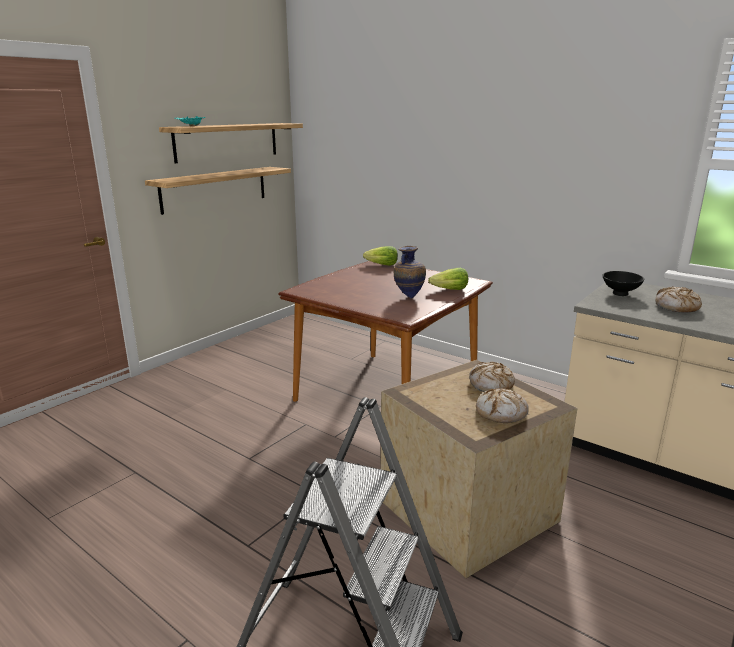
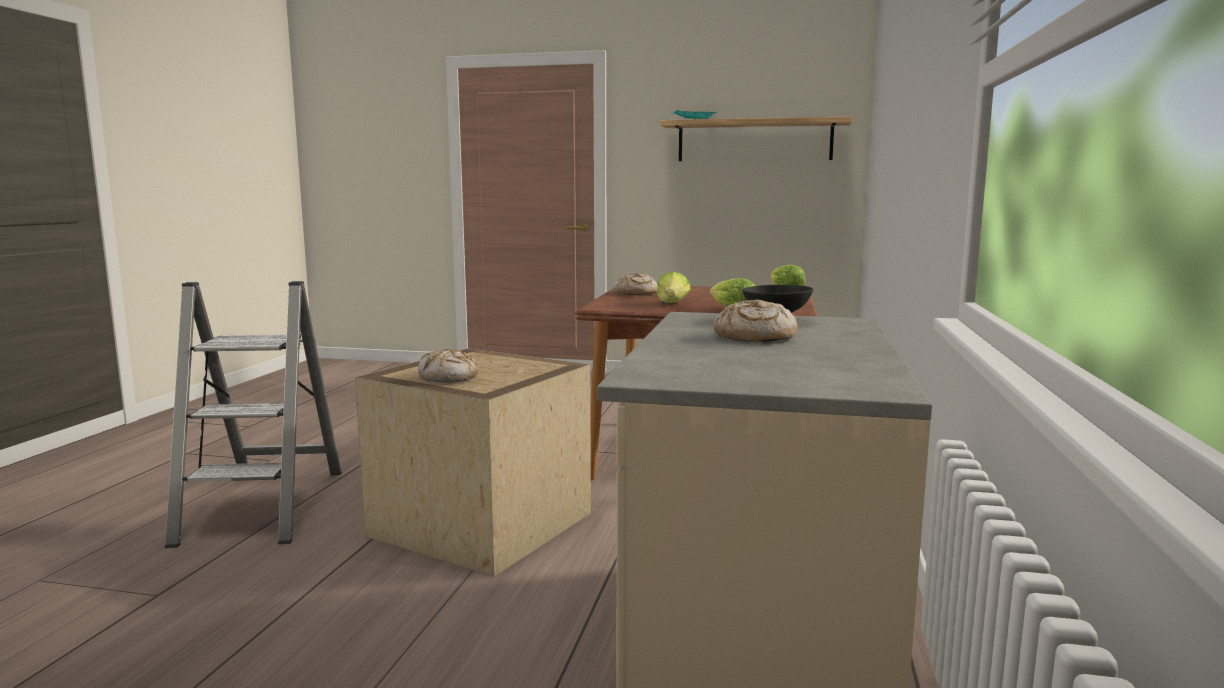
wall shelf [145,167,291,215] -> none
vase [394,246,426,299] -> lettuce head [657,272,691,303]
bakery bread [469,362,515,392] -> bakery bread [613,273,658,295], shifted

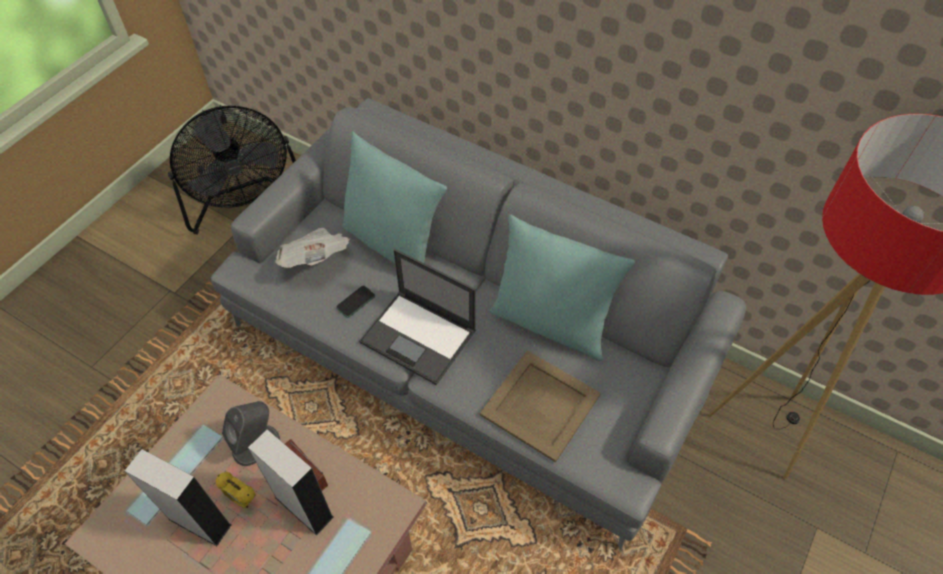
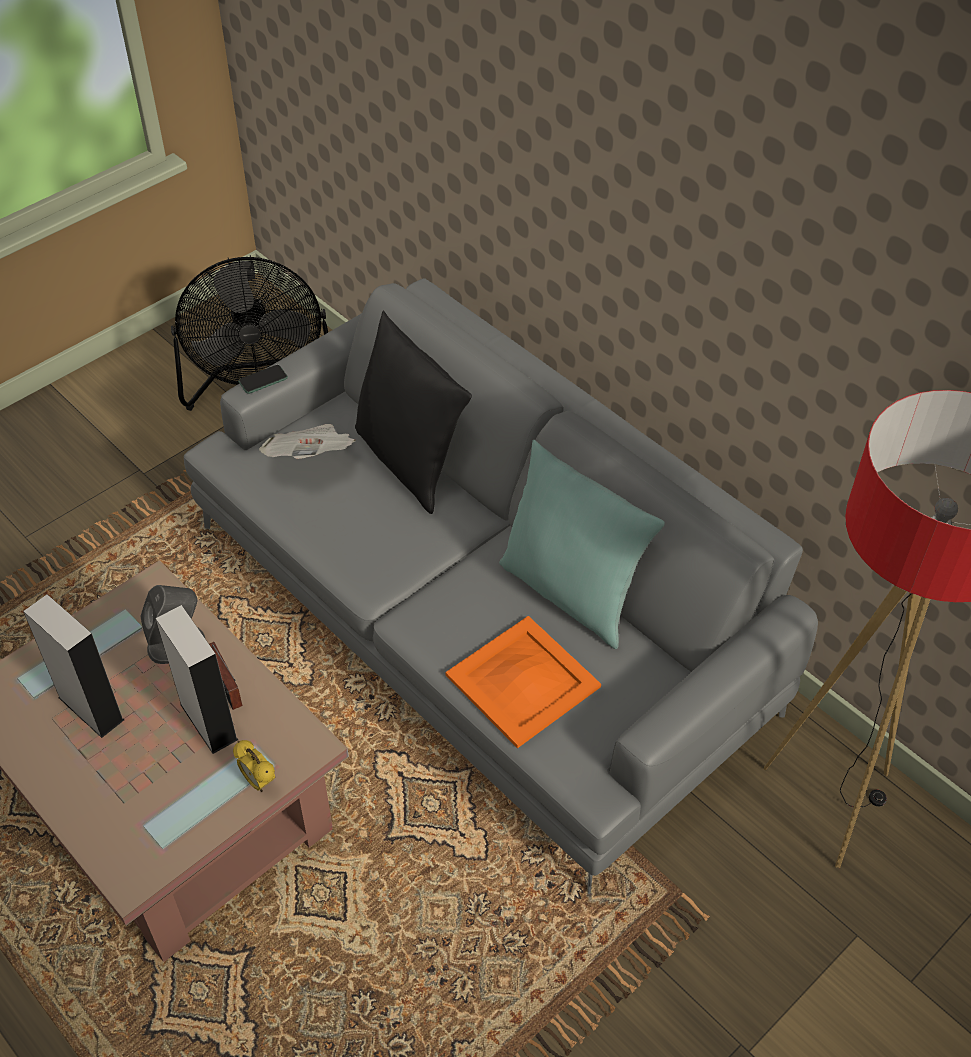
alarm clock [216,472,256,509] -> alarm clock [233,740,275,792], shifted
phone [336,285,375,318] -> phone [238,365,288,394], shifted
throw pillow/blue-green [342,131,447,264] -> throw pillow/black-coloured [355,311,472,514]
laptop [359,249,476,385] -> none
serving tray/beige [480,350,601,463] -> serving tray/orangey [445,616,601,748]

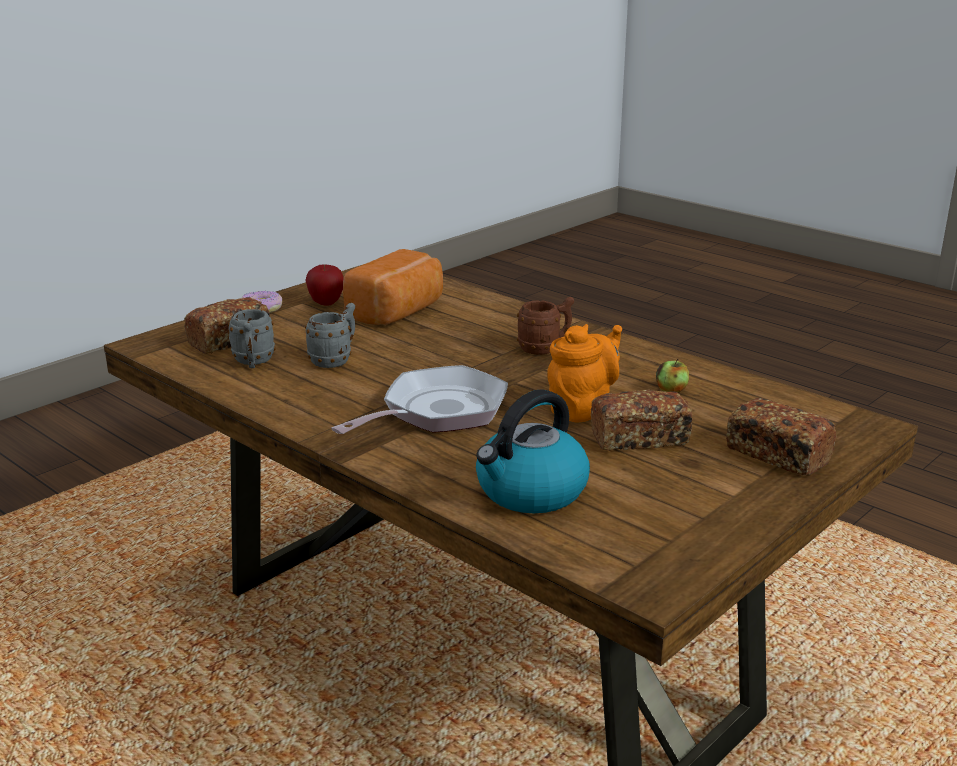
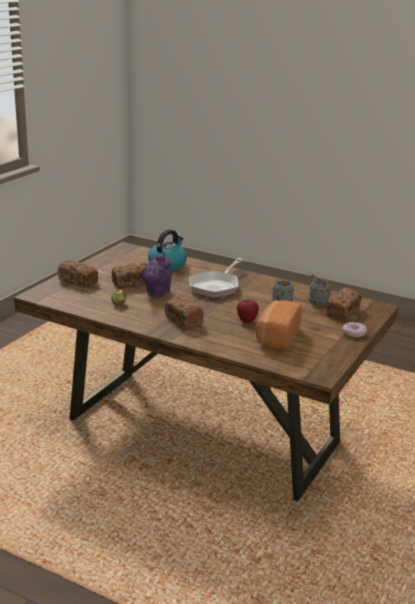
apple fruit [306,264,344,306] -> apple fruit [237,299,259,323], shifted
tea mug/brownish [517,297,574,355] -> bakery bread [165,296,204,329]
pot for tea/orangey [547,324,622,422] -> pot for tea/purple [142,253,172,297]

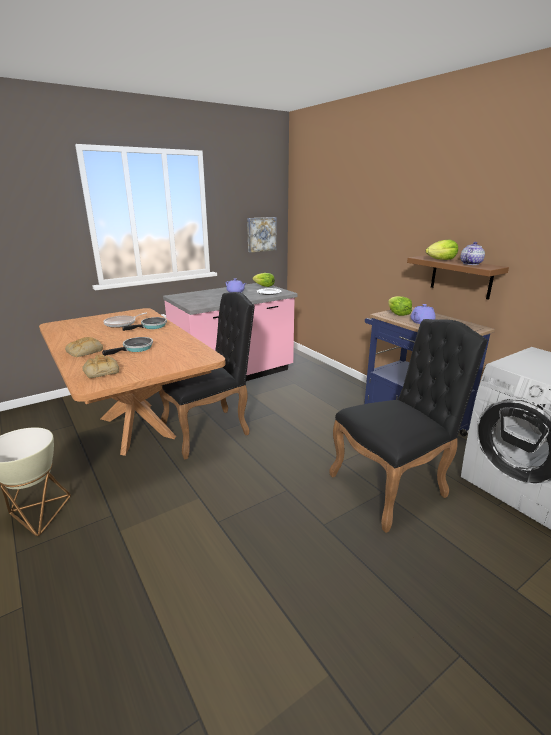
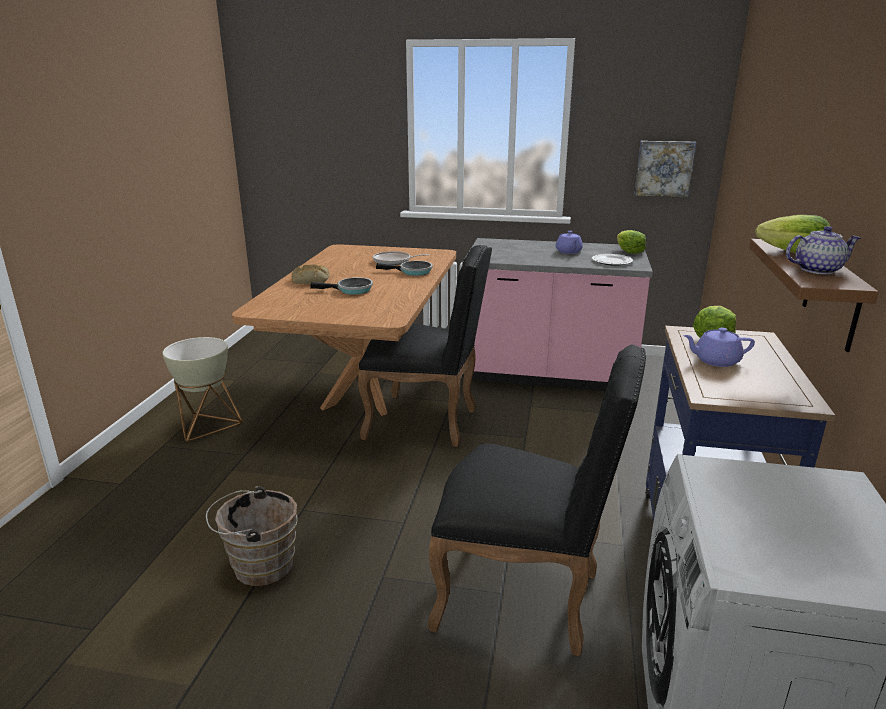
bakery bread [82,355,119,378] -> none
none -> bucket/brownish [206,486,298,586]

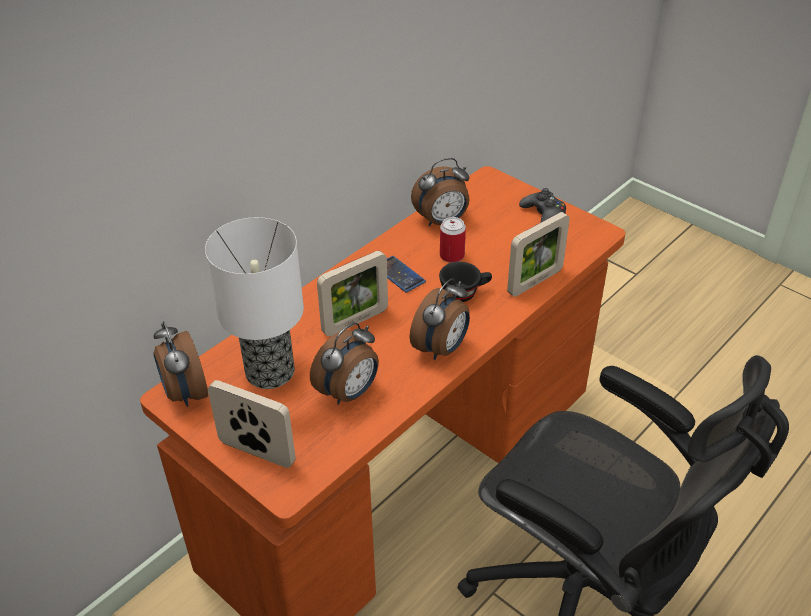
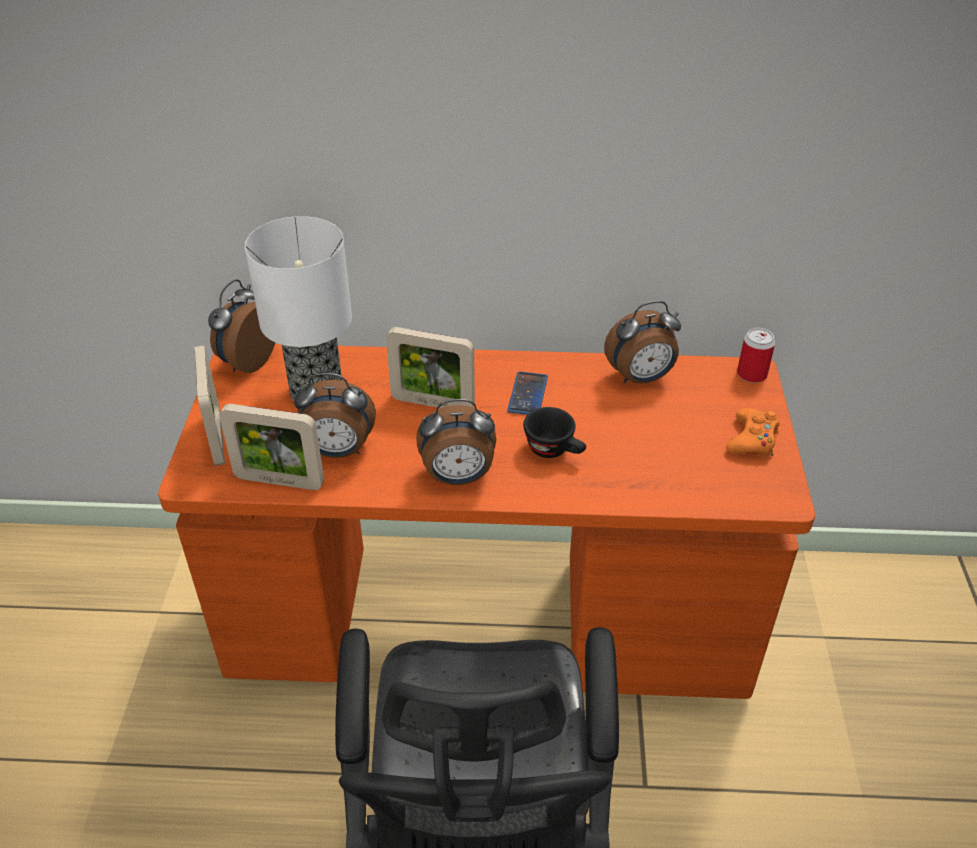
alarm clock [411,158,469,226] -> alarm clock [604,301,681,384], 45 degrees counterclockwise
sealed can [440,217,466,263] -> sealed can [737,328,775,383], shifted
picture frame [507,212,570,297] -> picture frame [219,404,324,490], shifted
joypad/black-coloured [519,188,566,222] -> joypad/orangey [726,408,780,457]

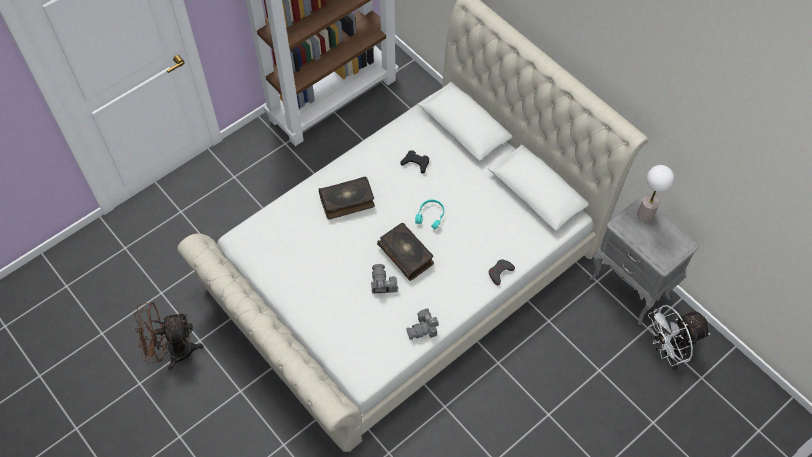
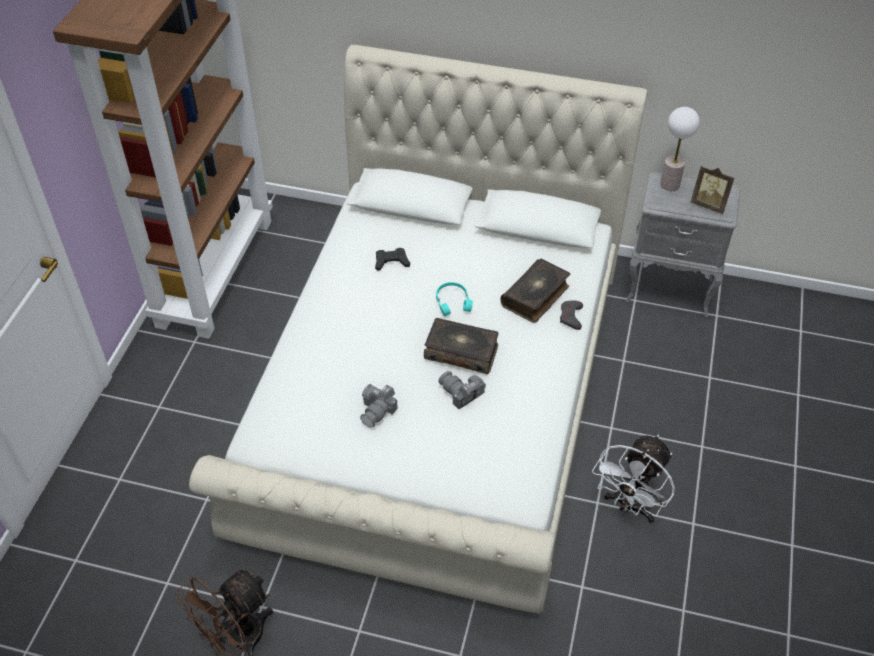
volume [319,176,375,220] -> volume [500,259,570,323], shifted
still camera [407,309,439,340] -> still camera [360,384,398,428], shifted
fan/white [648,305,710,371] -> fan/white [592,435,675,523], shifted
none -> picture frame [691,165,735,214]

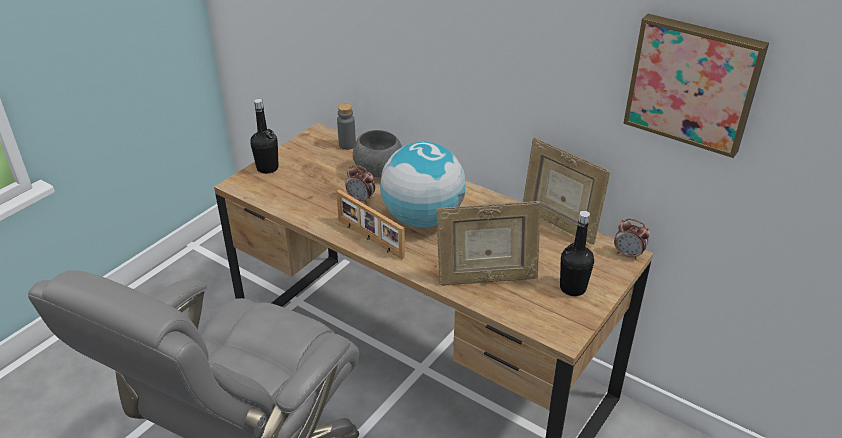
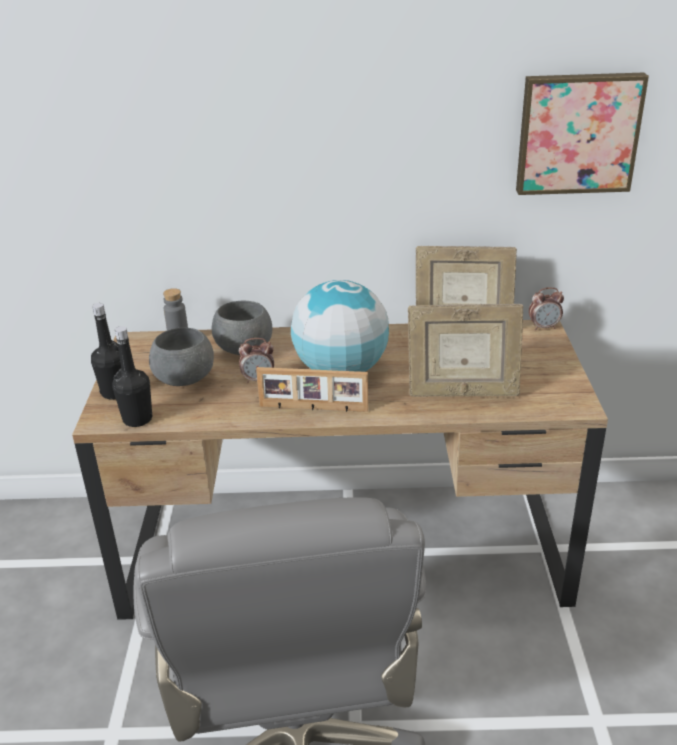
picture frame [436,201,541,286] -> picture frame [408,304,523,397], 45 degrees clockwise
bottle/black-coloured [560,211,594,296] -> bottle/black-coloured [112,326,152,427], shifted
none -> deep dish/gray [149,328,214,386]

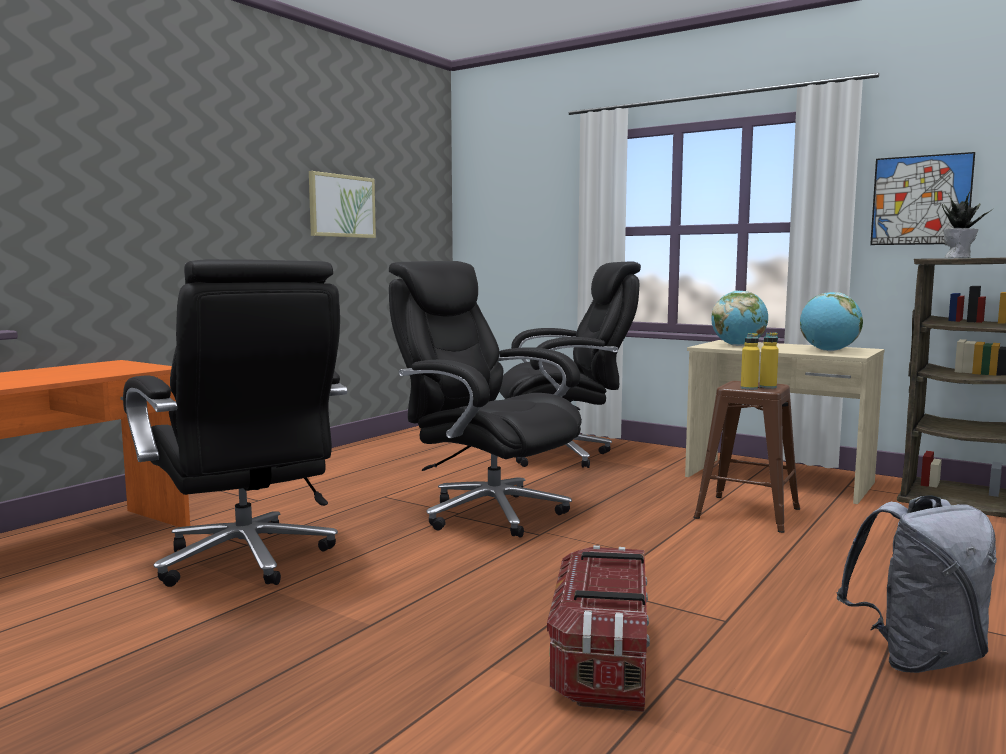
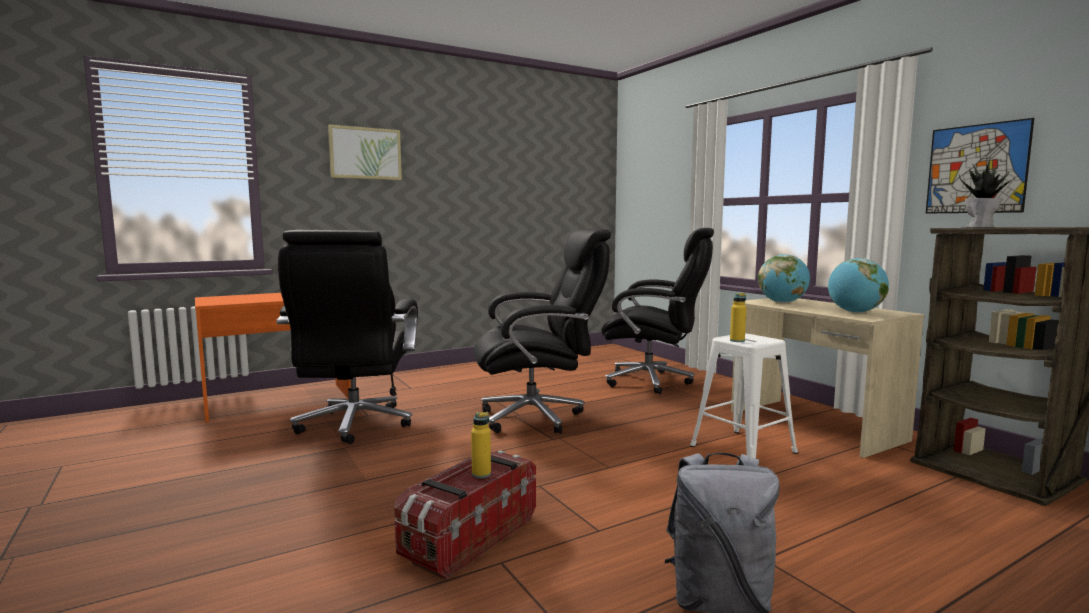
wall picture [309,171,376,238] -> wall picture [328,125,402,180], shifted
computer chair/black-coloured [389,261,582,538] -> computer chair/black-coloured [474,229,611,434], 105 degrees clockwise
stool seat/brownish [693,381,800,533] -> stool seat/white [690,333,798,459]
bottle/yellowish [760,332,779,389] -> bottle/yellowish [471,412,491,478], shifted

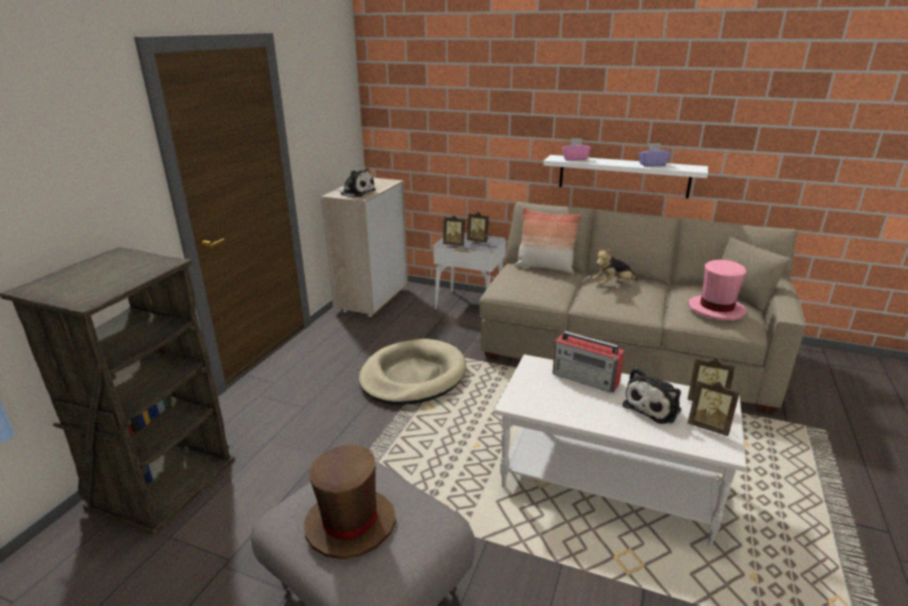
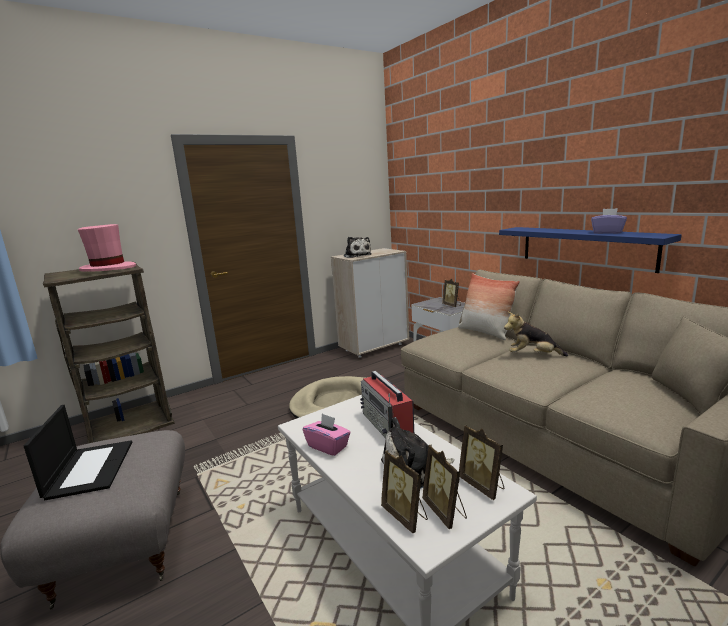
clothing hat/brownish [304,445,396,559] -> laptop [24,405,132,500]
picture frame [443,215,465,246] -> picture frame [381,450,428,533], shifted
wall shelf/white [543,155,708,198] -> wall shelf/blue [499,227,682,273]
tissue box/pink-coloured [562,138,591,161] -> tissue box/pink-coloured [303,413,351,456], shifted
clothing hat/pink-coloured [688,260,746,320] -> clothing hat/pink-coloured [78,224,136,272], shifted

